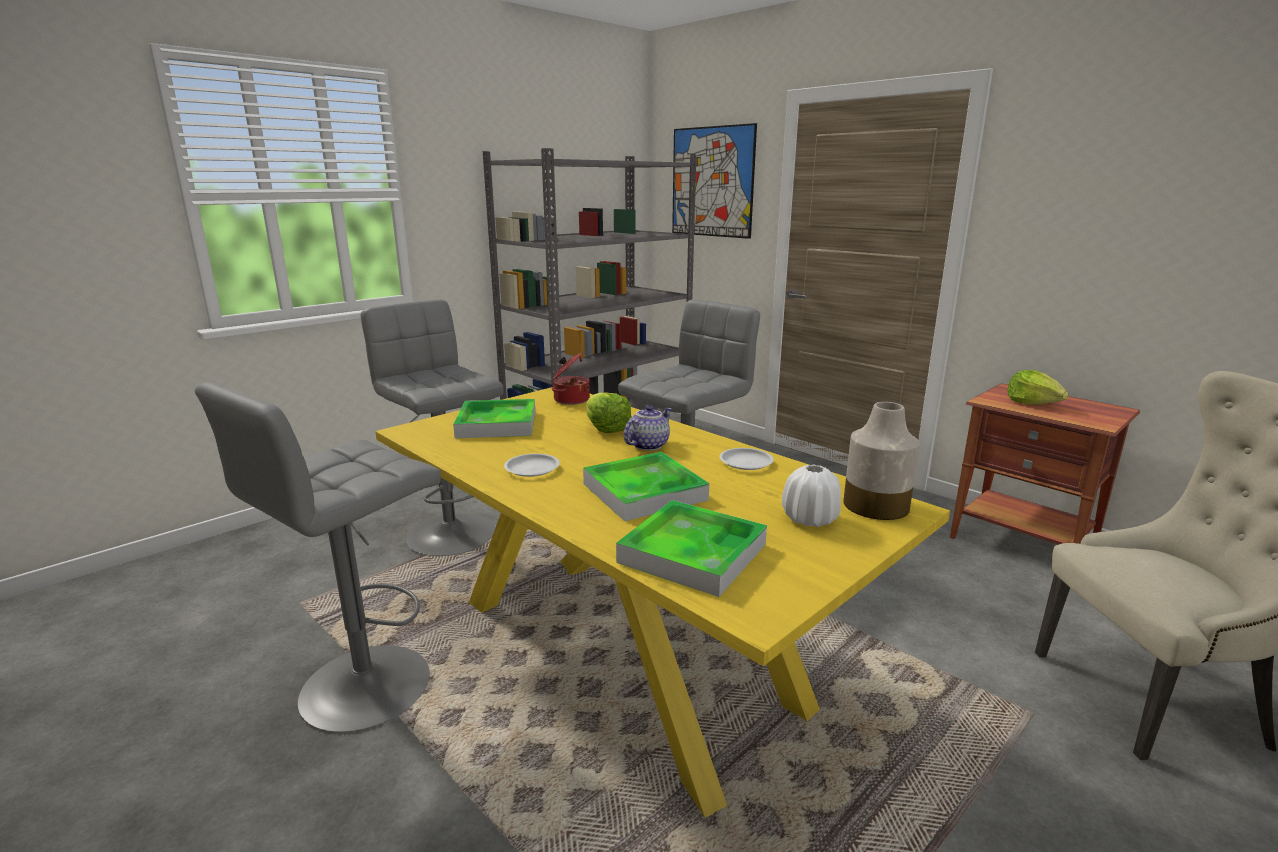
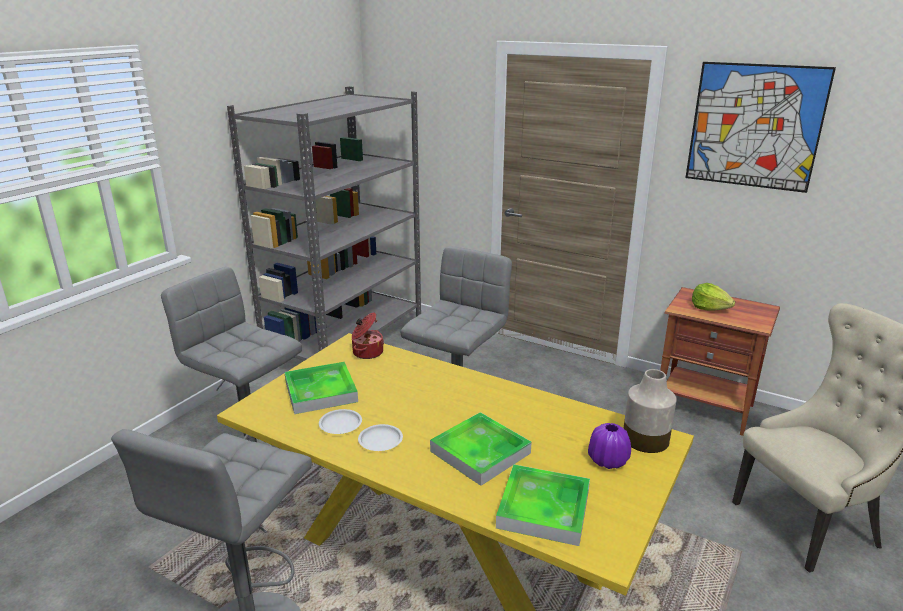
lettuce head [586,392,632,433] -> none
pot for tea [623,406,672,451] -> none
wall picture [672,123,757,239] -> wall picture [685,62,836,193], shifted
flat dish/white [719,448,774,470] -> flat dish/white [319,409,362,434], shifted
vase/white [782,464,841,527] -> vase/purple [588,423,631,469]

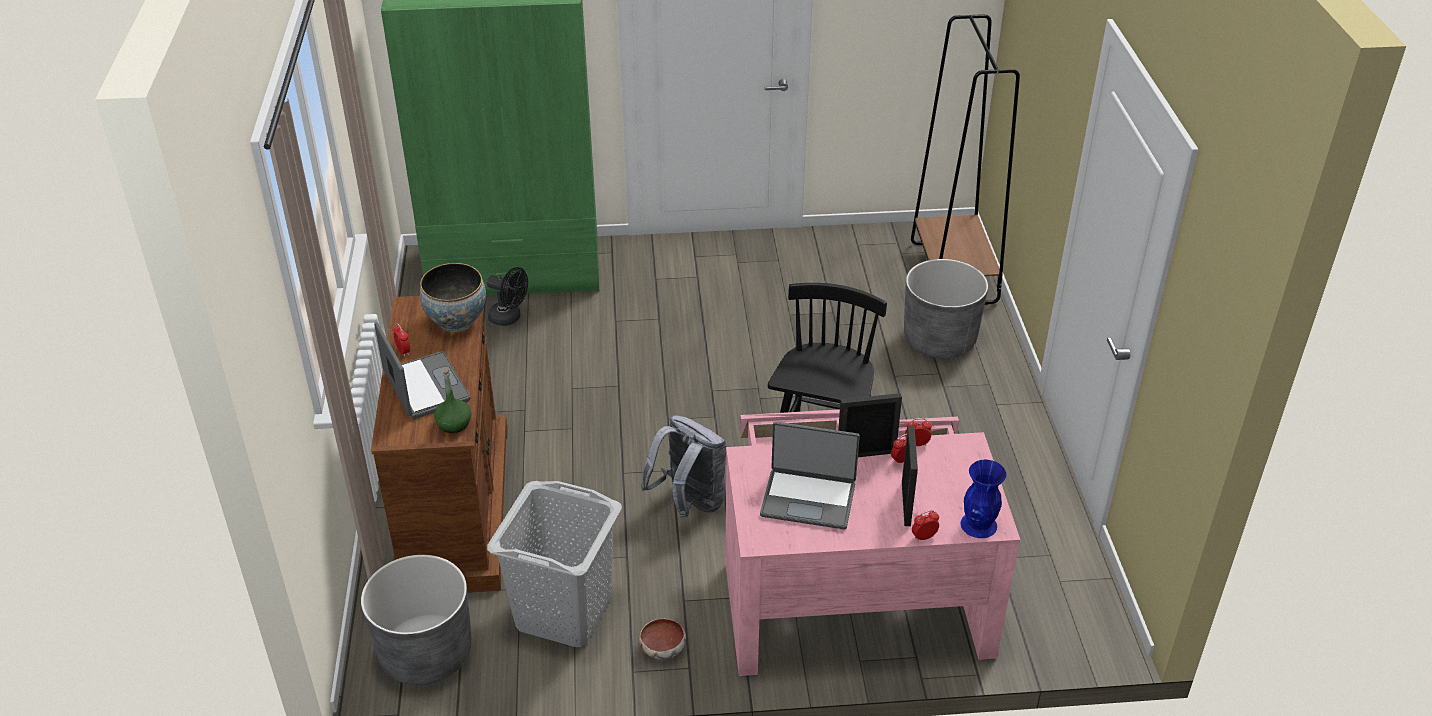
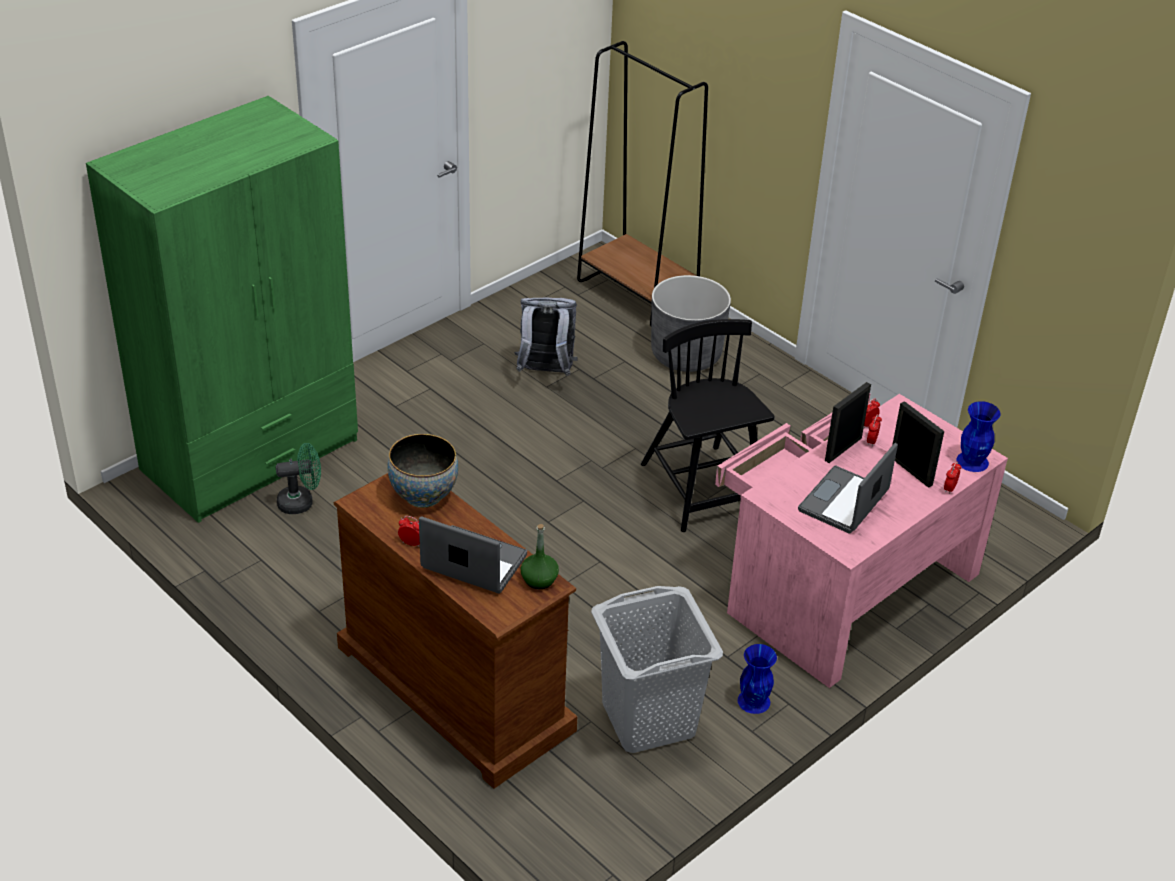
flower pot/gray [361,555,472,685] -> none
fan/black-coloured [487,267,528,326] -> fan/green [276,443,321,514]
deep dish [638,618,686,659] -> vase/blue [738,644,777,714]
knapsack/gray [641,415,727,519] -> knapsack/gray [514,298,578,376], shifted
laptop [760,422,860,530] -> laptop [798,443,898,534], 150 degrees clockwise

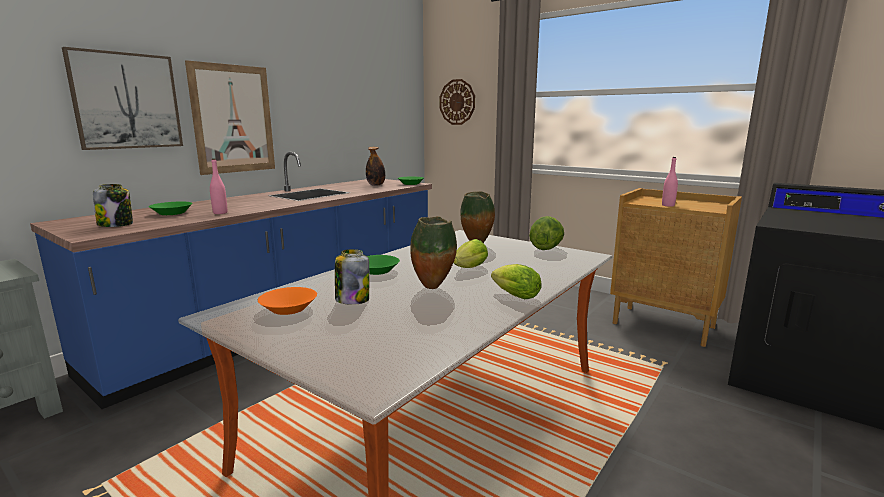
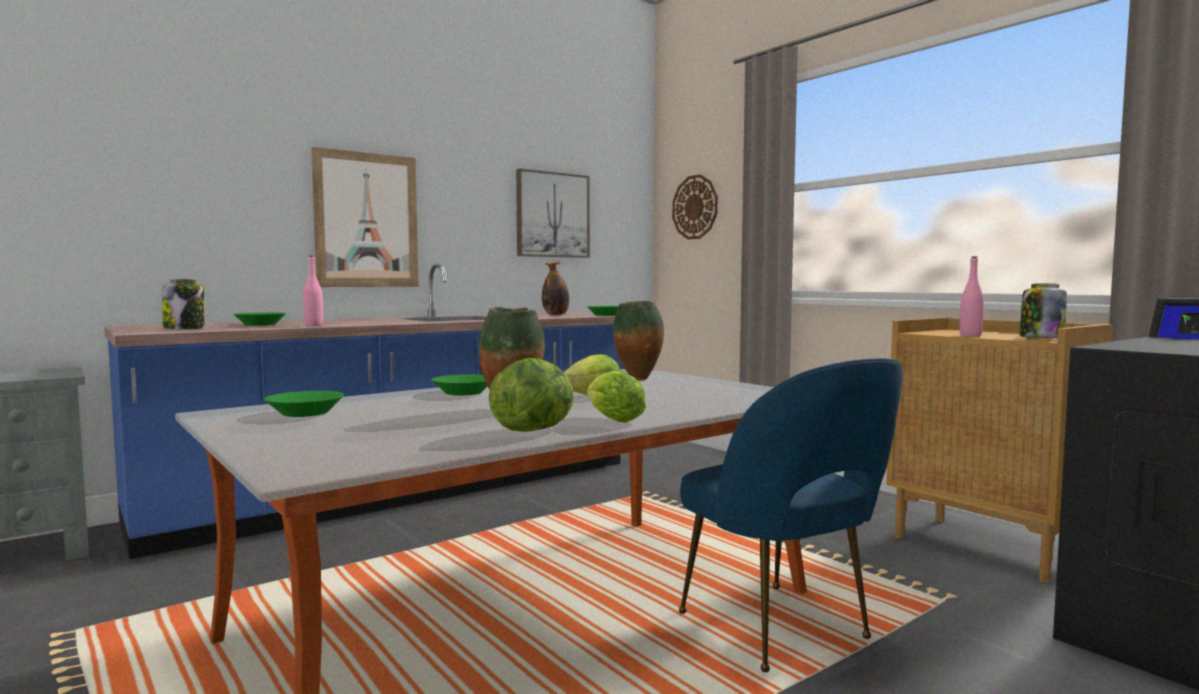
wall picture [62,47,183,150] -> wall picture [516,168,590,258], shifted
deep dish/orangey [258,287,317,315] -> deep dish/green [264,391,344,417]
storage jar [335,249,369,305] -> storage jar [1020,283,1067,338], shifted
lettuce head [529,216,564,250] -> lettuce head [489,358,574,432], shifted
none -> plain chair/blue [679,358,903,672]

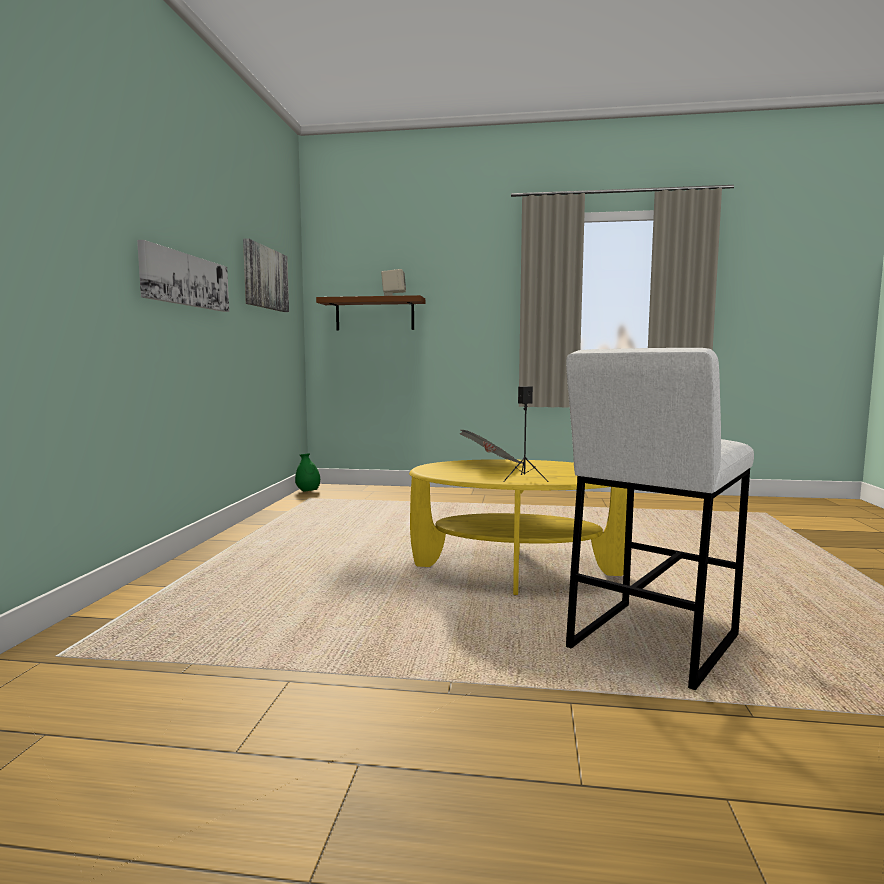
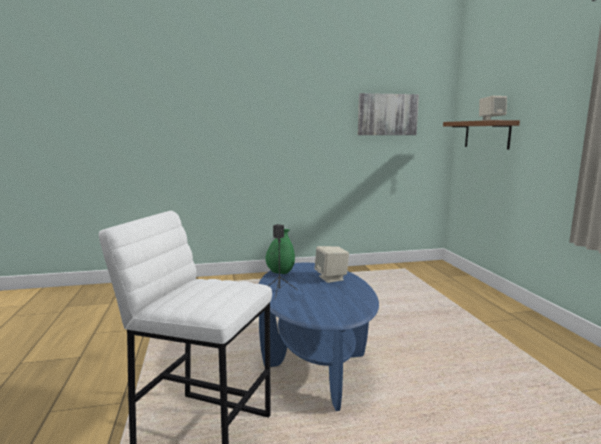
wall picture [137,240,229,312] -> none
vase/green [295,453,320,492] -> vase/green [265,229,295,274], shifted
low table/yellowish [409,459,627,595] -> low table/blue [259,263,379,411]
printed paper [460,430,523,464] -> loudspeaker/beige [315,246,349,283]

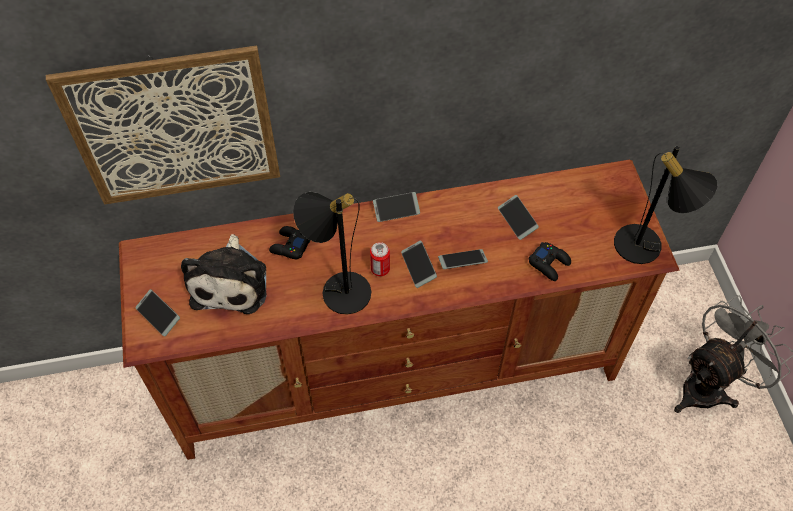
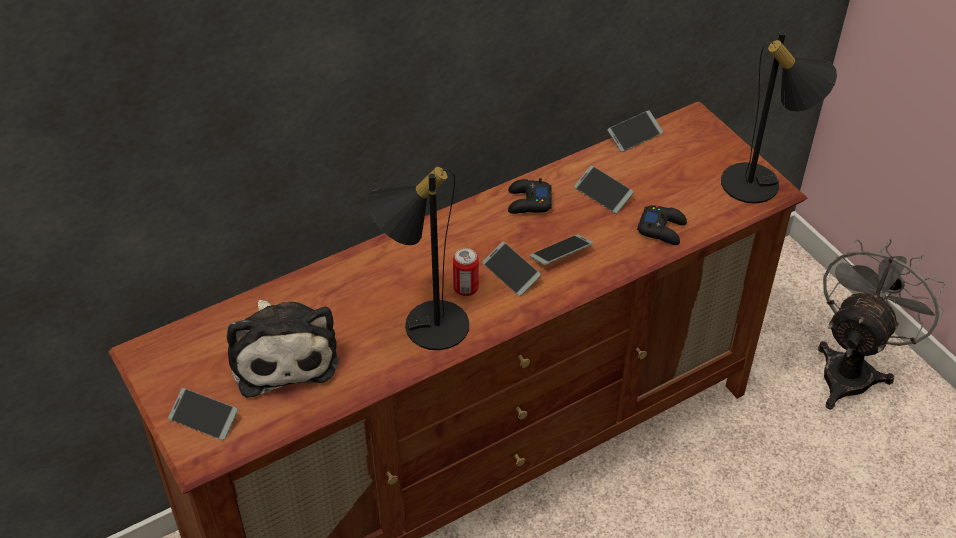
wall picture [46,46,280,205] -> none
joypad/black-coloured [269,226,311,259] -> joypad/black-coloured [508,178,552,214], shifted
phone [373,192,420,222] -> phone [607,110,663,152], shifted

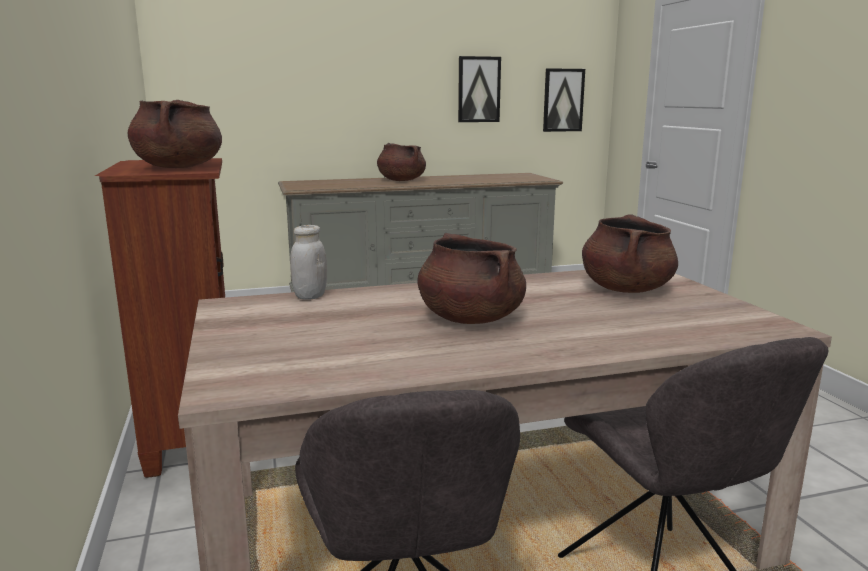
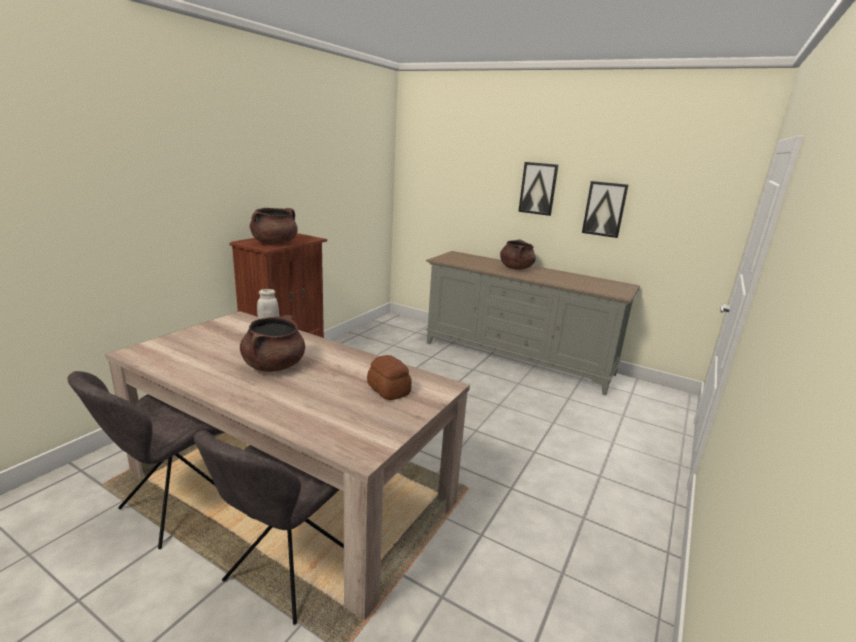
wall picture [543,68,585,132] -> wall picture [518,162,558,216], shifted
saucepot/brownish [582,214,678,293] -> bakery bread [367,355,412,400]

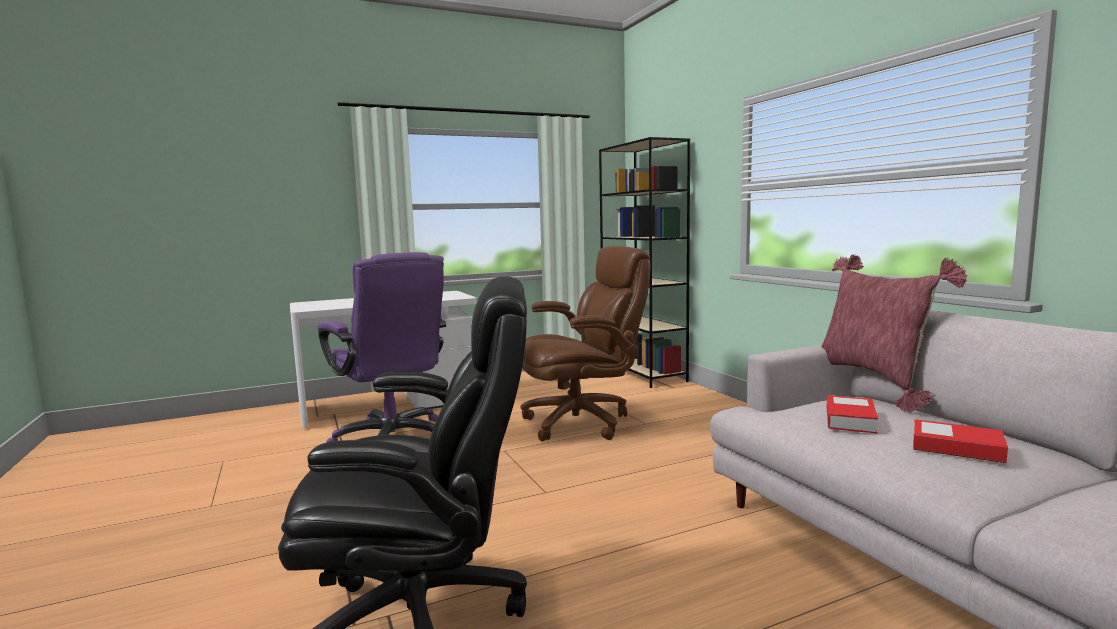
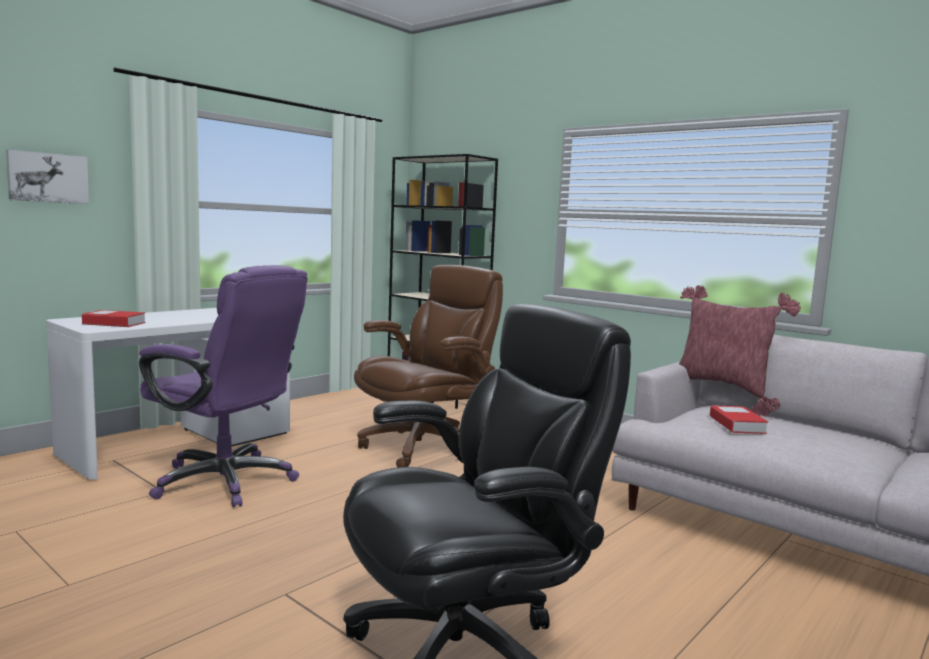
volume [913,419,1008,463] -> volume [82,310,145,327], shifted
none -> wall picture [6,150,89,204]

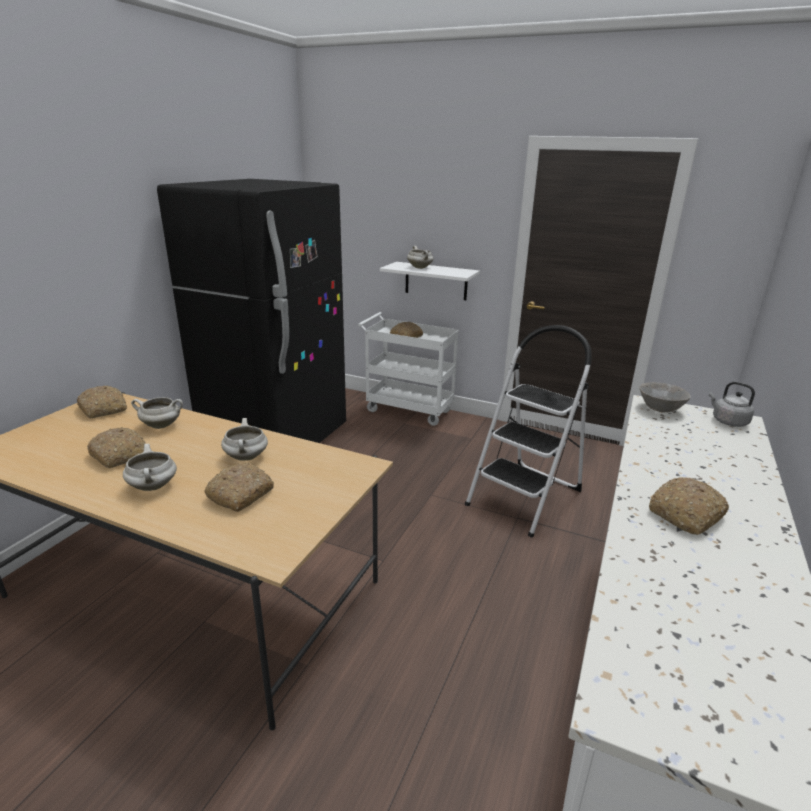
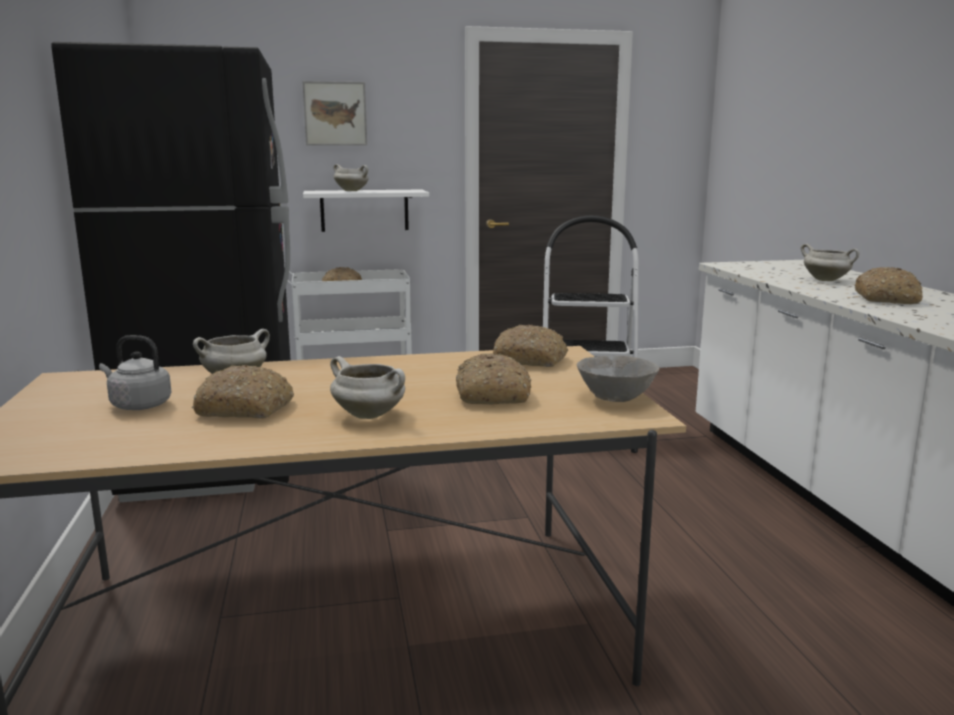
bakery bread [77,386,127,418] -> bakery bread [493,325,568,367], shifted
saucepot/white [221,418,268,461] -> saucepot/white [801,244,860,281], shifted
deep dish/gray [639,382,691,412] -> deep dish/gray [576,356,660,402], shifted
water kettle/gray [709,382,755,427] -> water kettle/gray [99,335,172,410], shifted
none -> wall picture [302,81,367,146]

